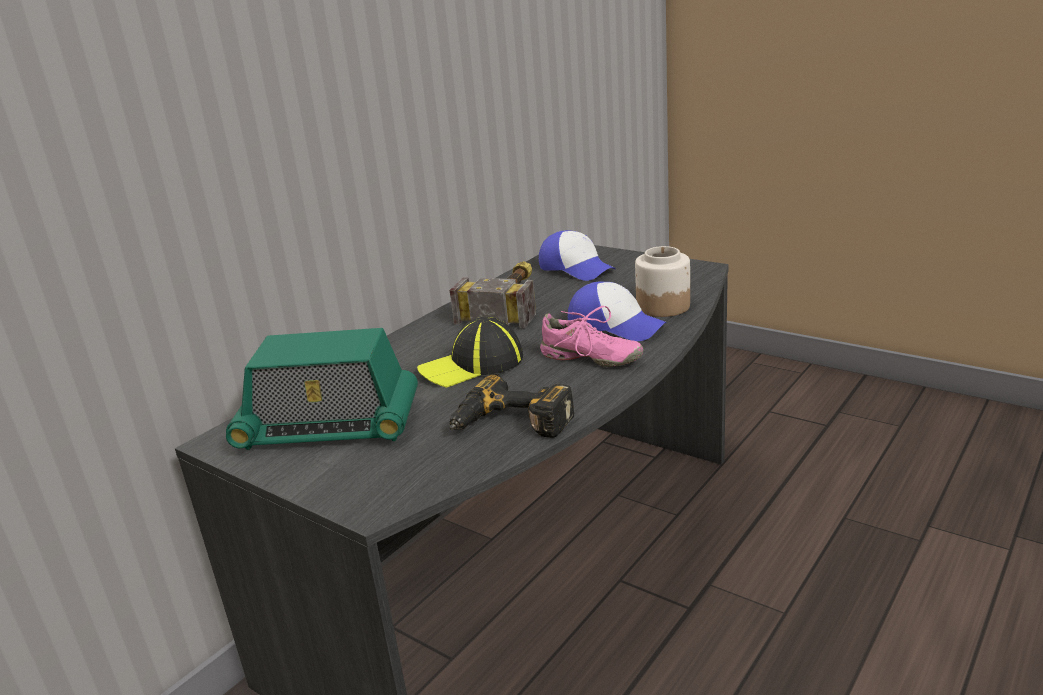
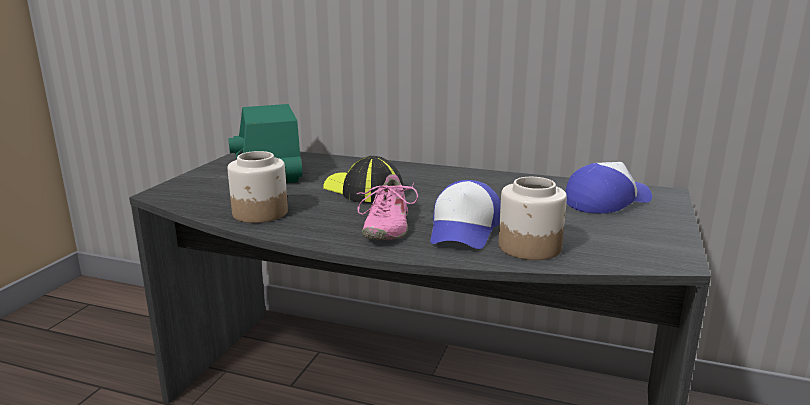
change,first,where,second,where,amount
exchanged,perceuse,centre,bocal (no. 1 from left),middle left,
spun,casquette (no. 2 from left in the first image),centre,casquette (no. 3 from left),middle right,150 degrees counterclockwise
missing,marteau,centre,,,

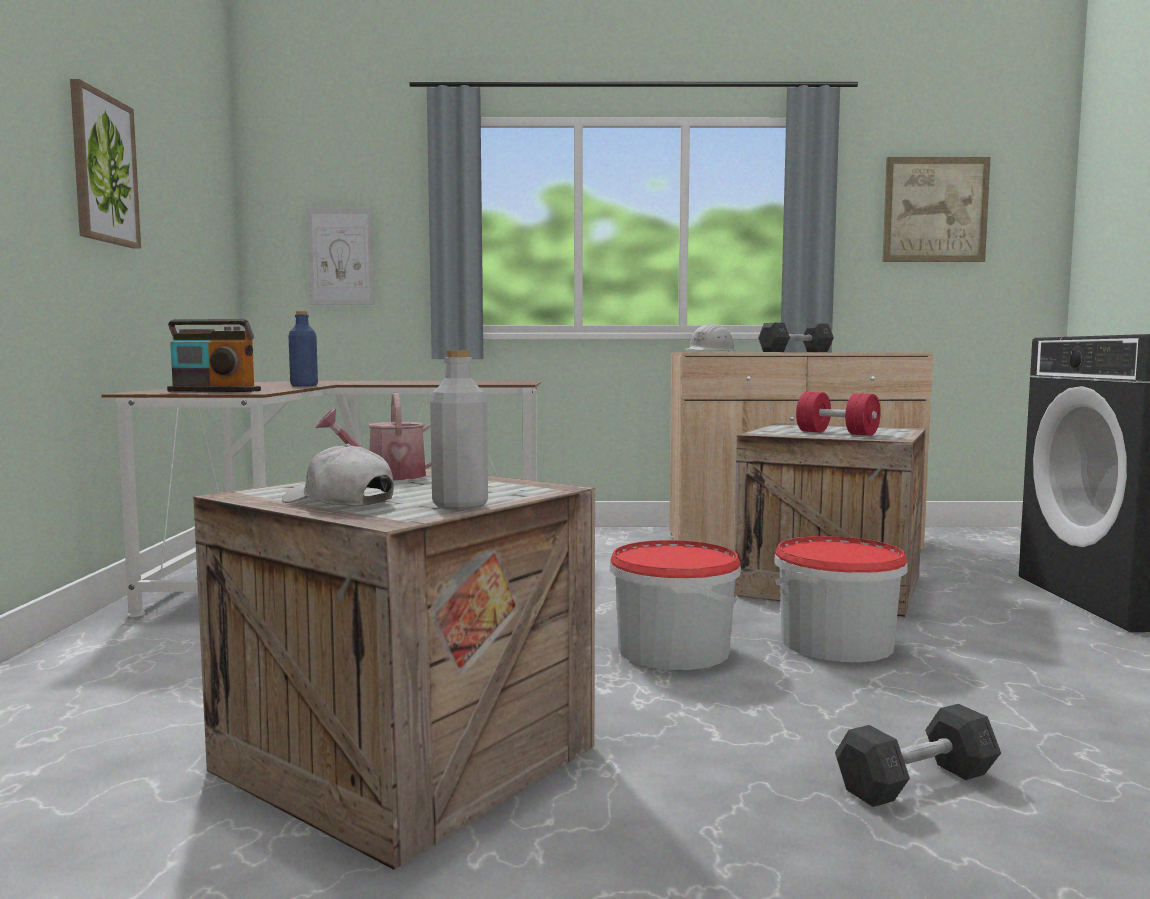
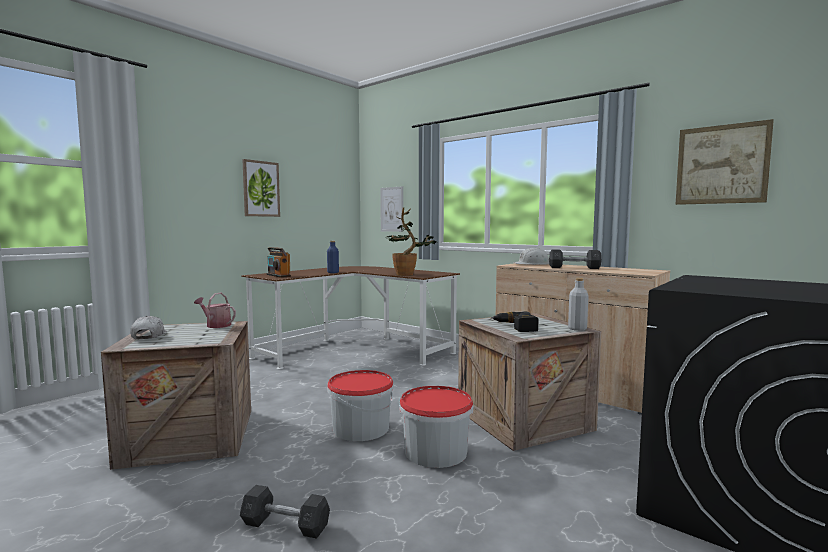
change,first,where,second,where,amount
appeared,,,plante en pot,centre,
exchanged,haltère (rouge),middle right,perceuse,centre,
relocated,bouteille (gris),centre,,middle right,

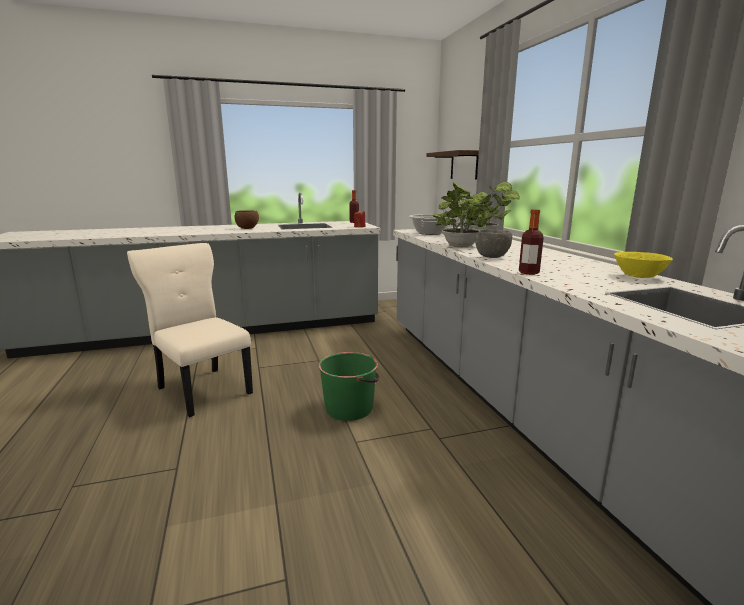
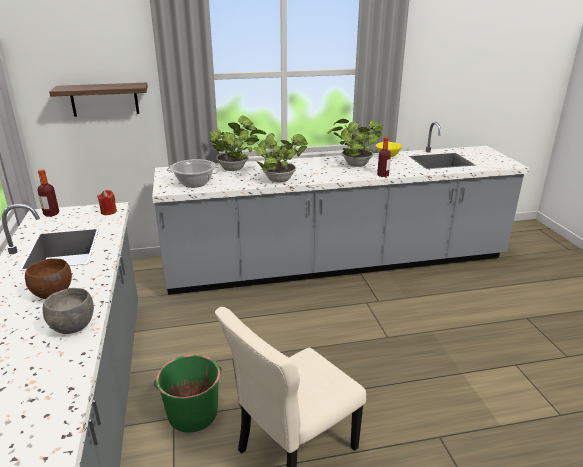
change,first,where,second,where,amount
relocated,bol (gris),centre,,middle left,
relocated,seau (vert),centre,,bottom left,
appeared,,,plante en pot (no. 3 from left),top centre,

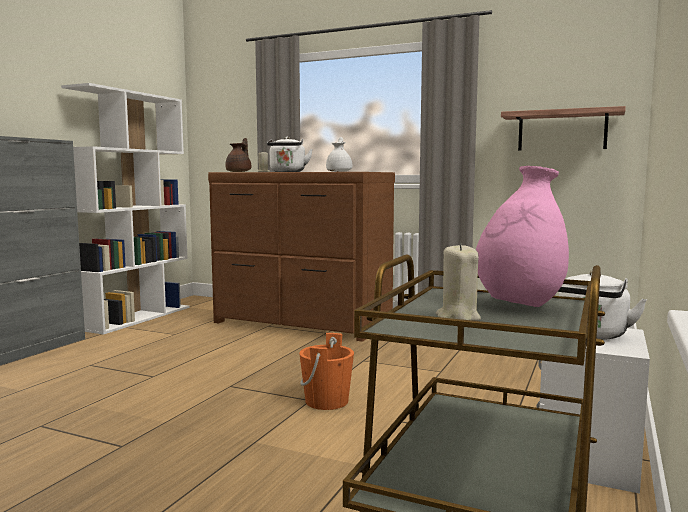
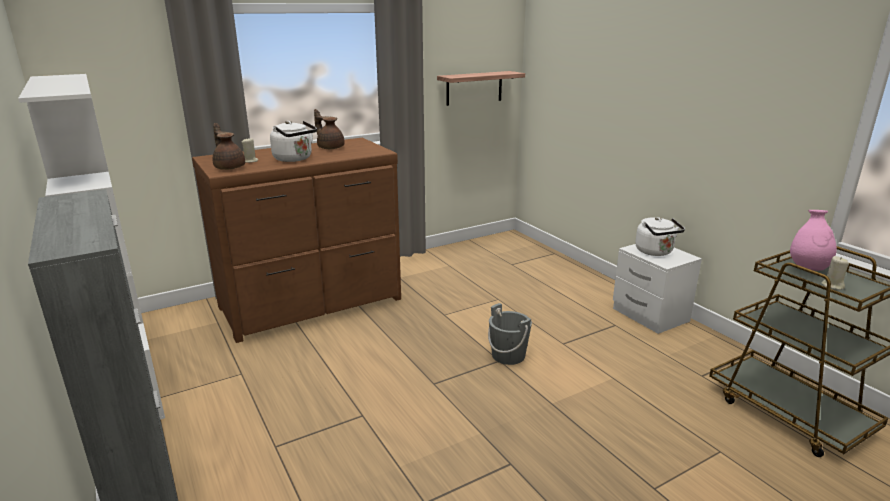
change,first,where,second,where,amount
colour,théière (blanc),top centre,théière (marron) (no. 2 from left),top centre,
colour,seau (orange),bottom centre,seau (gris),bottom centre,

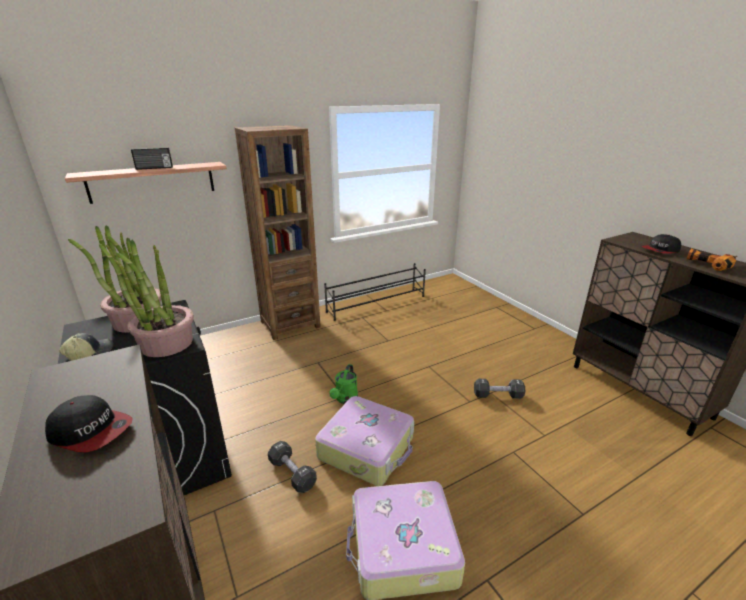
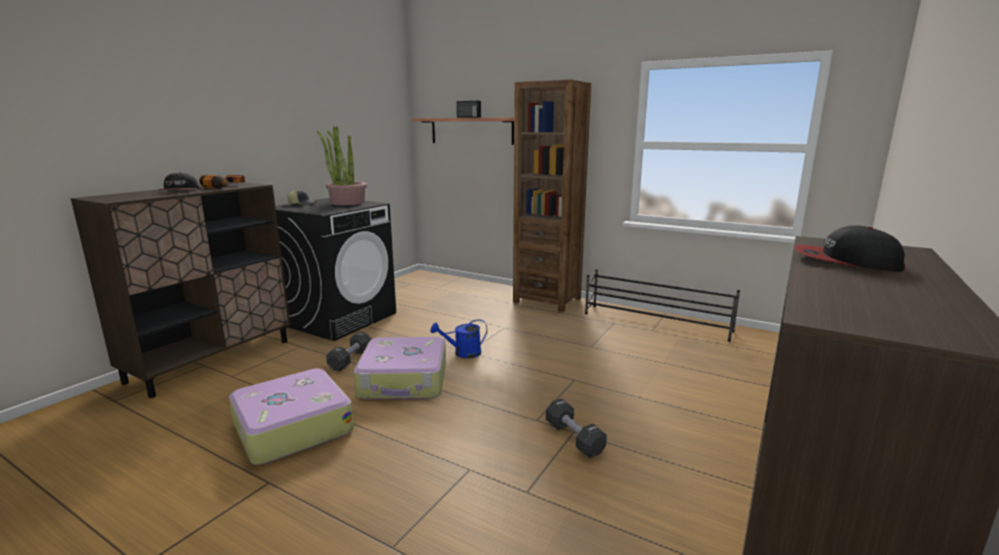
change,first,where,second,where,amount
relocated,perceuse,middle right,,top left,
colour,arrosoir (vert),centre,arrosoir (bleu),centre,
missing,plante en pot (no. 2 from left),middle left,,,

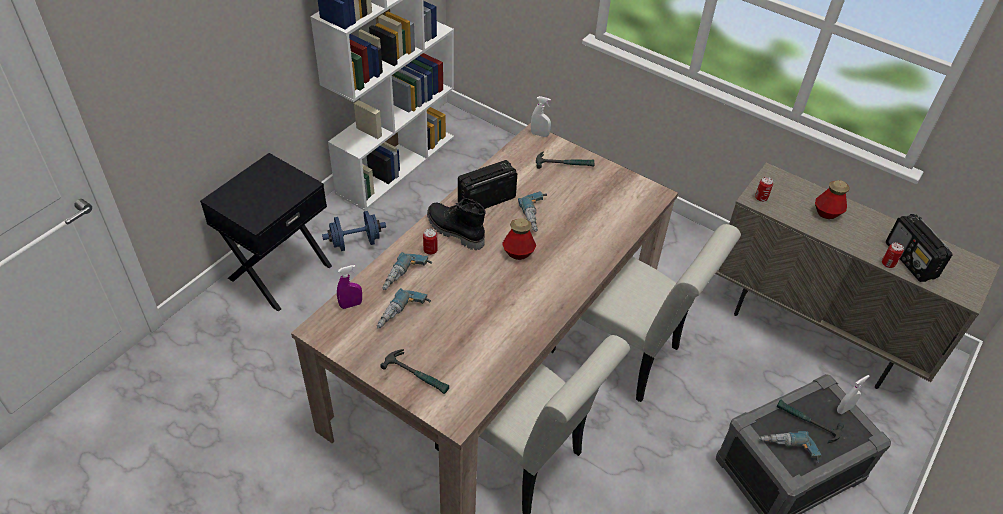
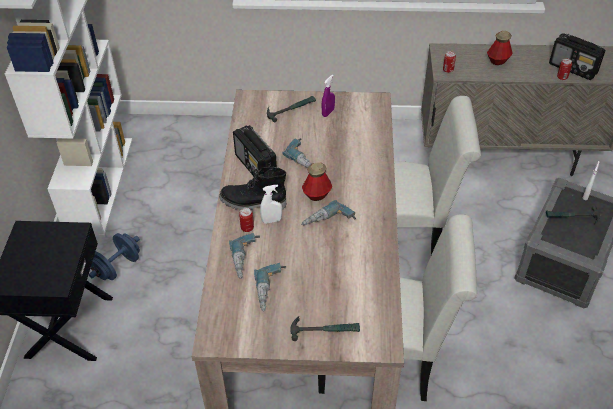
change,first,where,second,where,amount
spun,radio (no. 1 from left),centre,,centre,60 degrees counterclockwise
relocated,vaporisateur (blanc) (no. 1 from left),top centre,,centre,
relocated,perceuse (no. 4 from left),bottom right,,centre,
relocated,vaporisateur (violet),centre,,top centre,

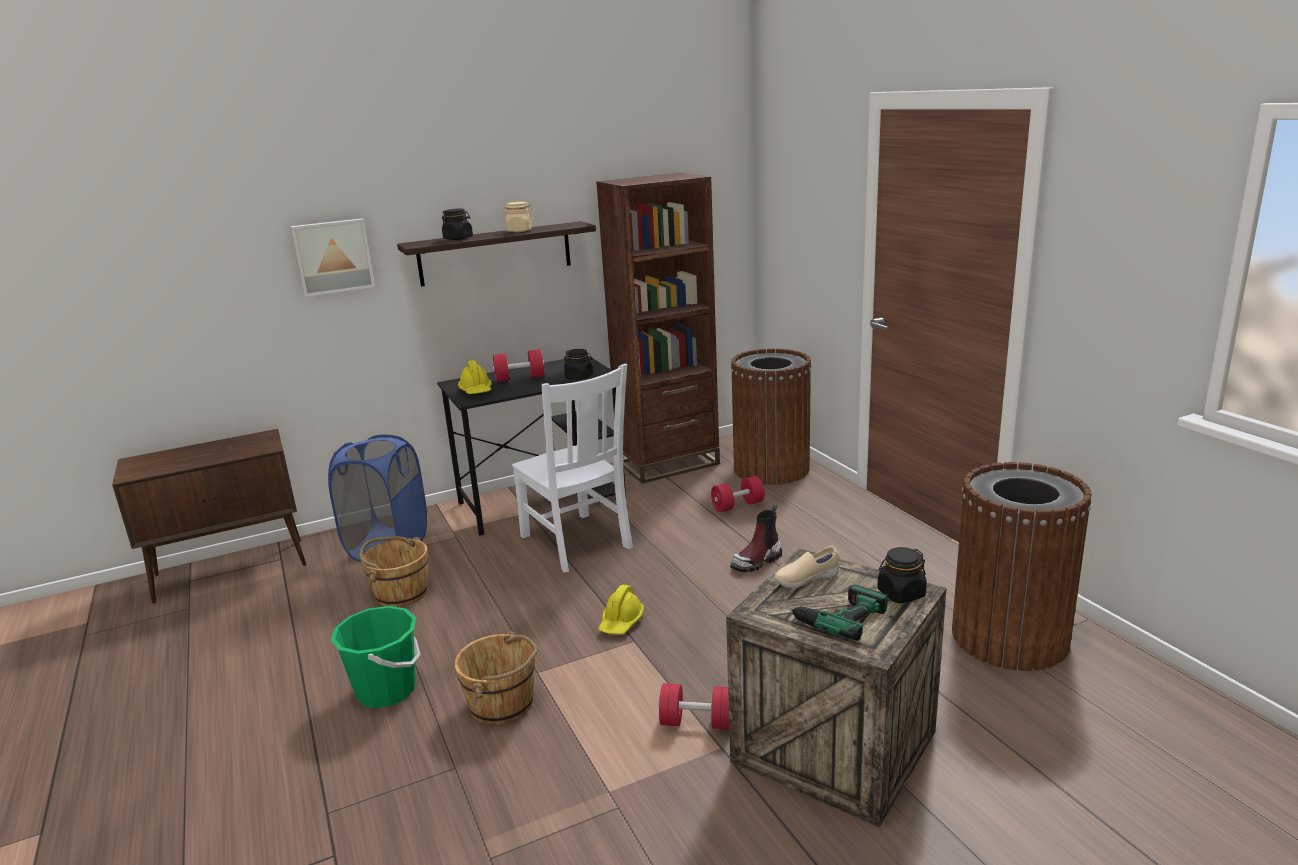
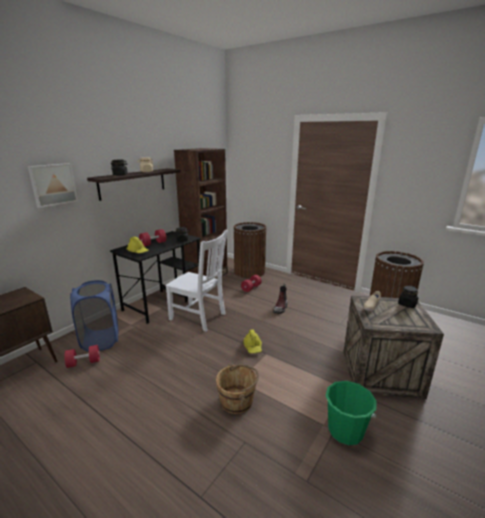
change,first,where,second,where,amount
relocated,haltère (rouge) (no. 2 from left in the first image),bottom centre,haltère (rouge) (no. 1 from left),bottom left,
relocated,seau (vert),bottom left,,bottom right,
missing,seau (marron) (no. 1 from left),middle left,,,
missing,perceuse,bottom centre,,,

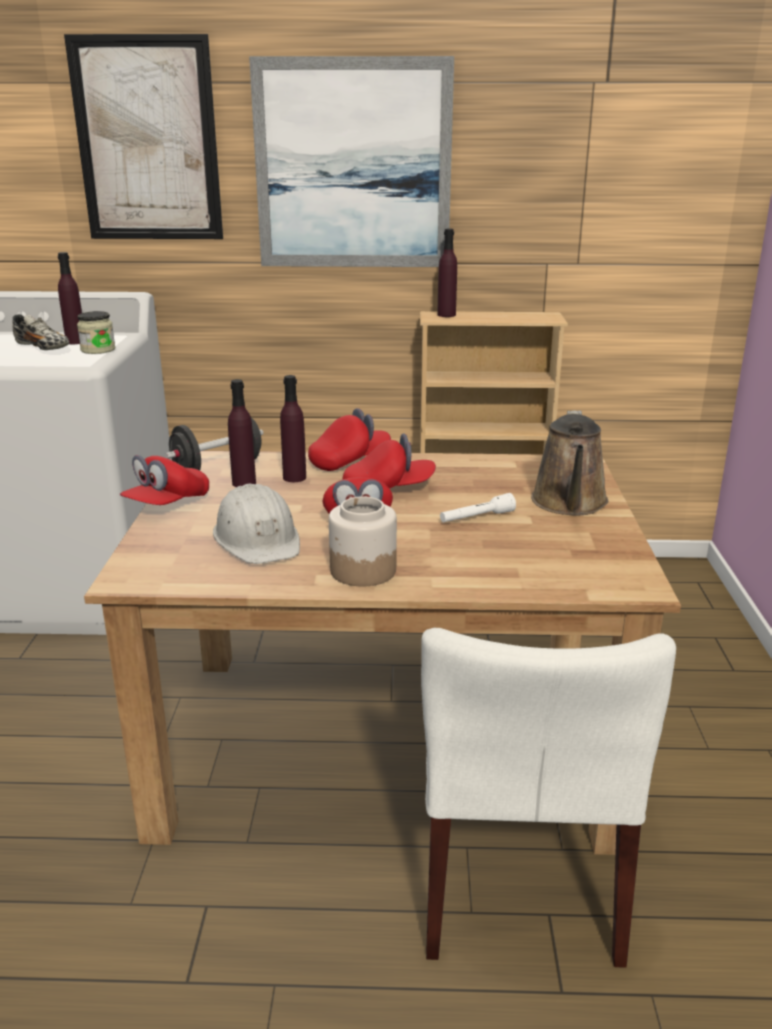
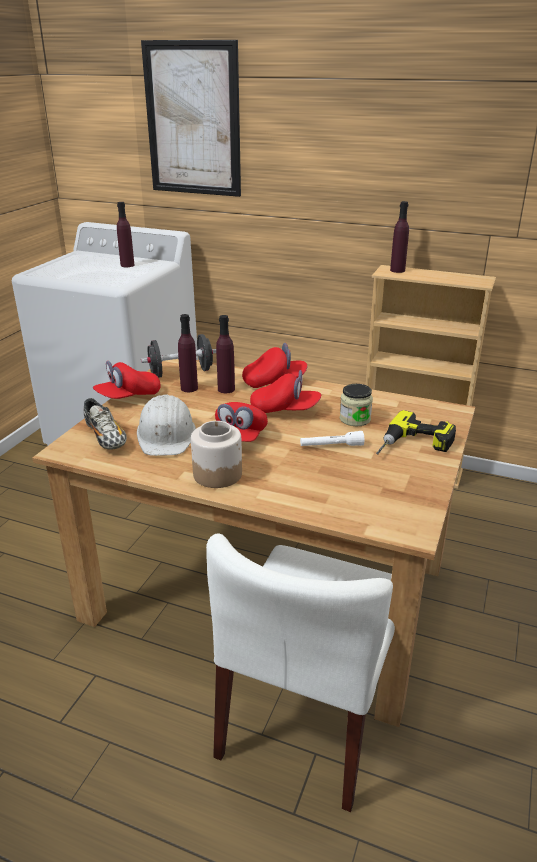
change,first,where,second,where,amount
relocated,chaussure,top left,,middle left,
relocated,bocal (no. 1 from left in the first image),top left,bocal (no. 2 from left),centre,
exchanged,arrosoir (marron),middle right,perceuse,middle right,
missing,tableau (no. 2 from left),top centre,,,

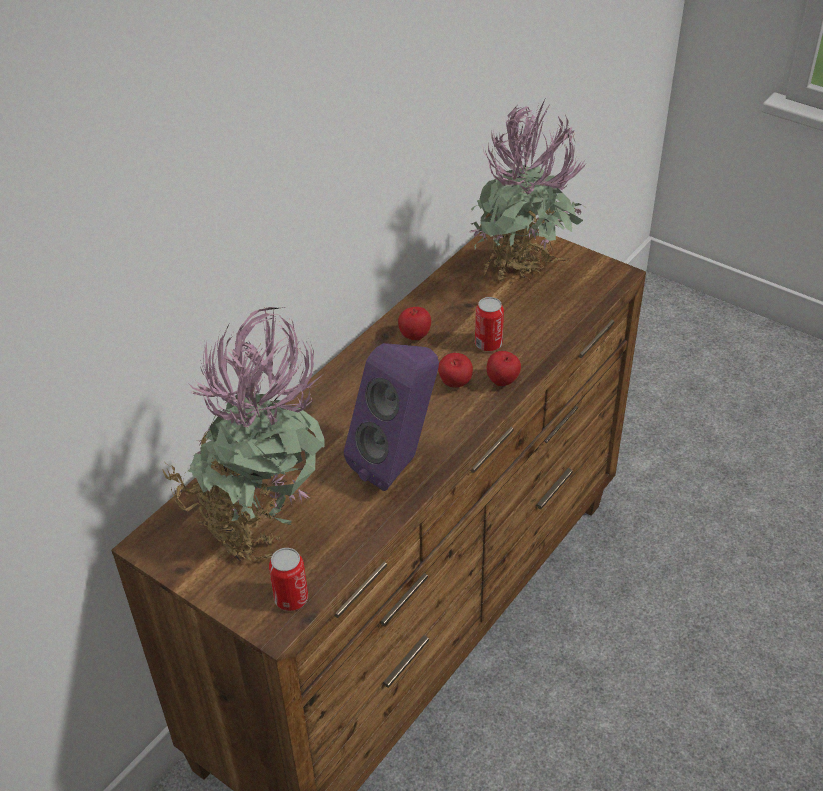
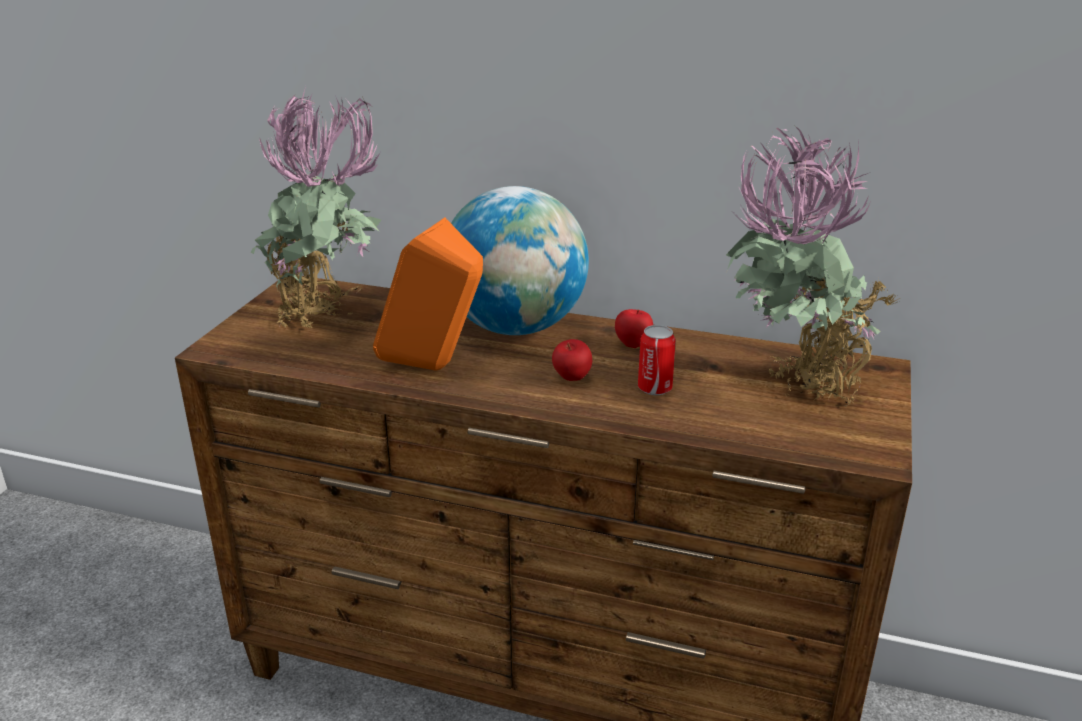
change,first,where,second,where,amount
colour,enceinte (violet),centre,enceinte (orange),centre,
appeared,,,globe,centre,
missing,boîte métallique (no. 1 from left),bottom centre,,,
missing,pomme (no. 3 from left),centre,,,

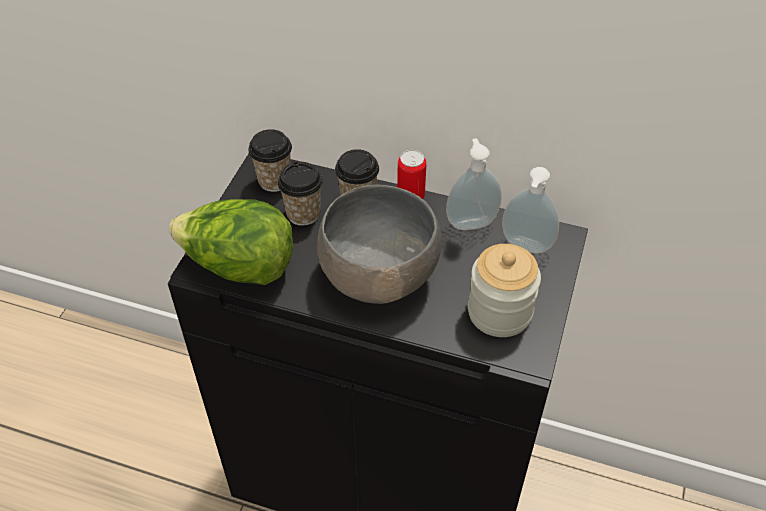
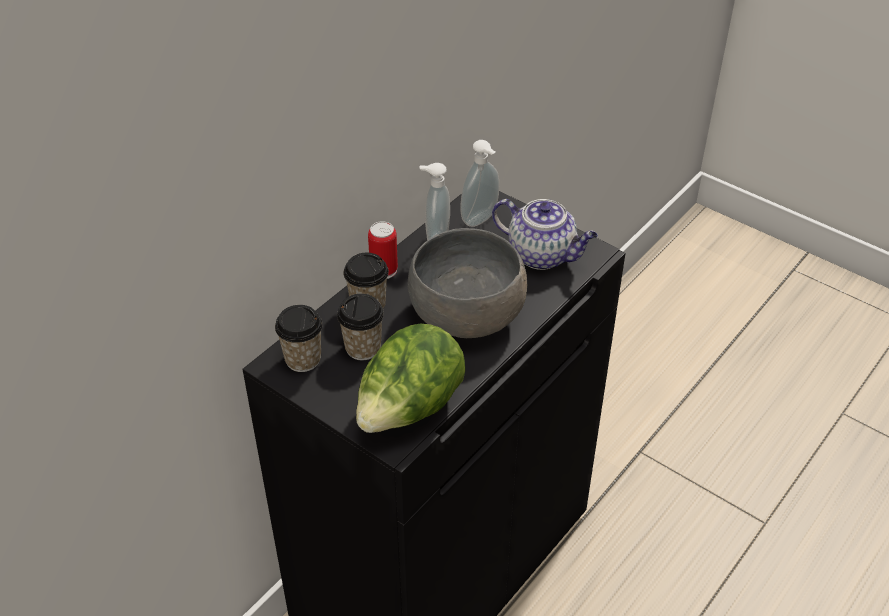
change,first,where,second,where,amount
exchanged,bocal,centre,théière,centre,

